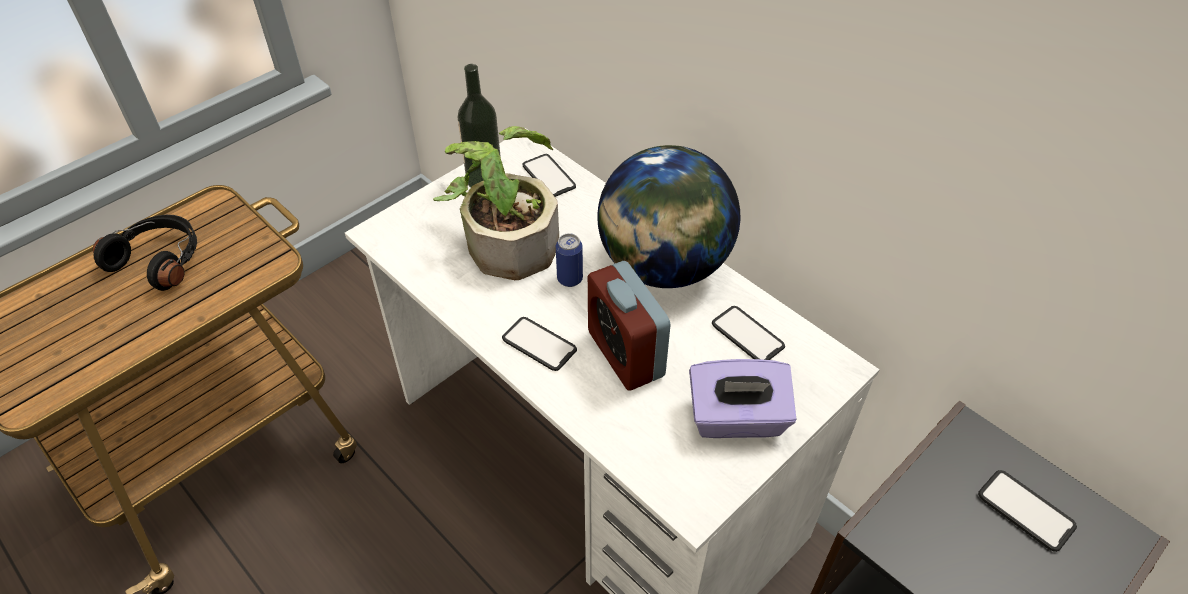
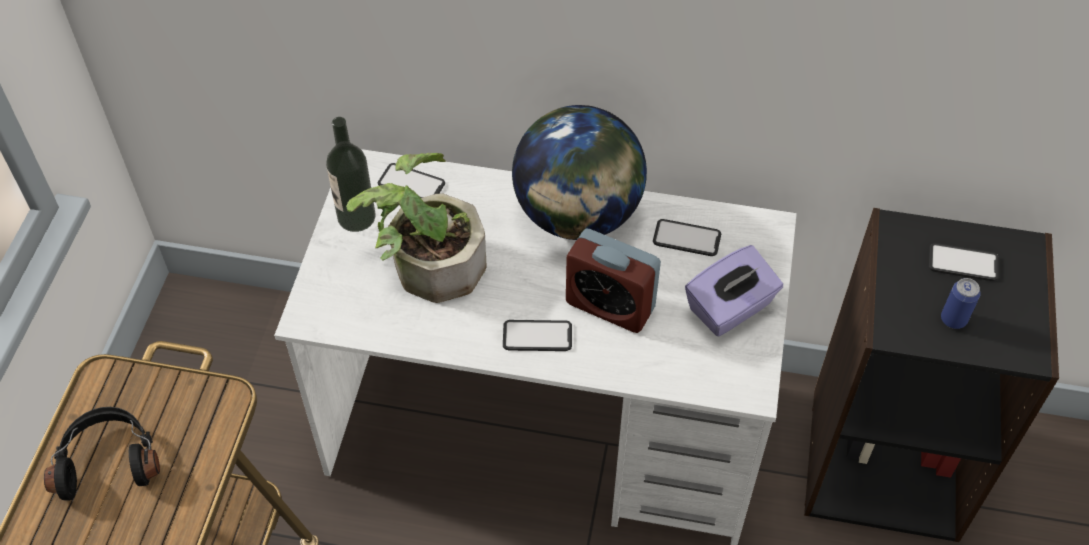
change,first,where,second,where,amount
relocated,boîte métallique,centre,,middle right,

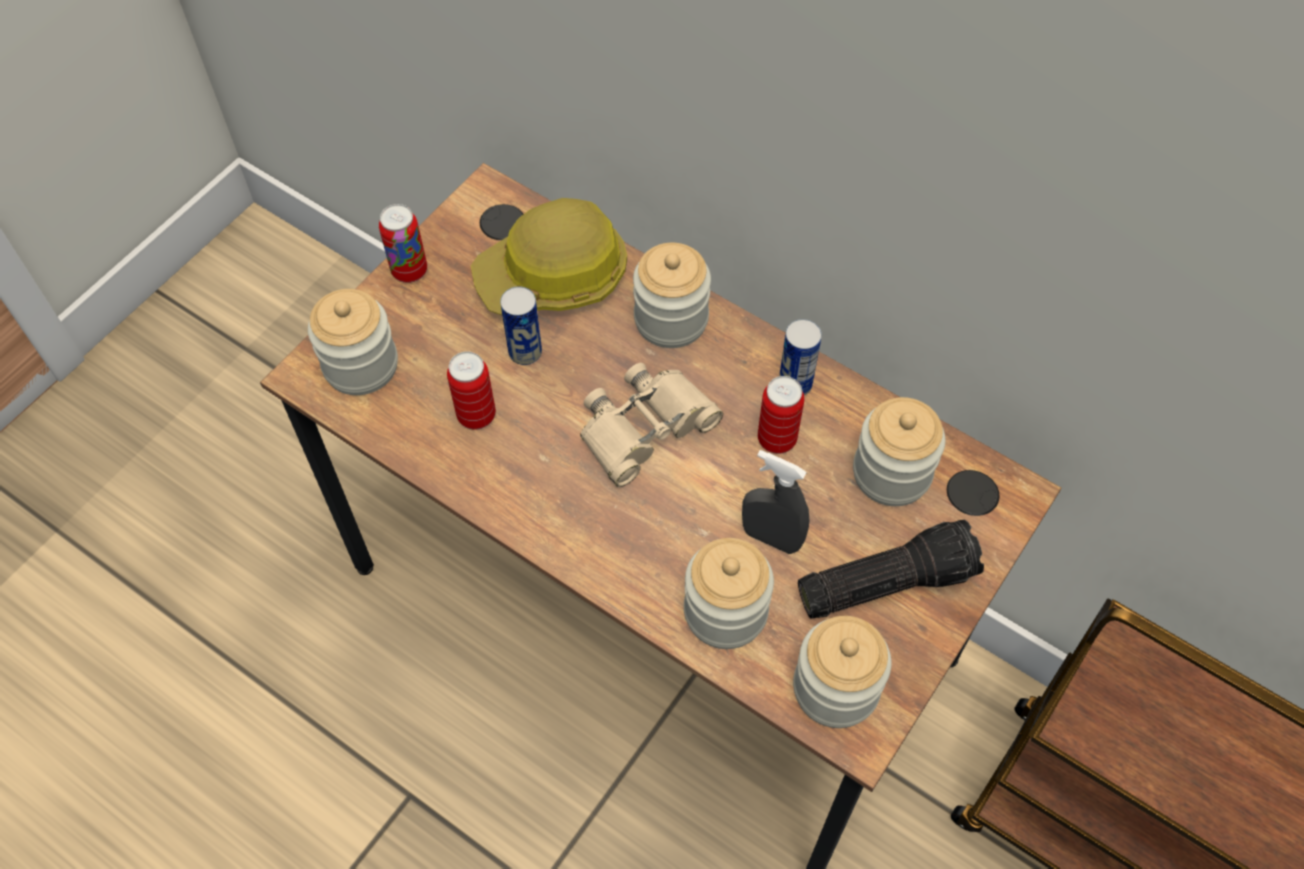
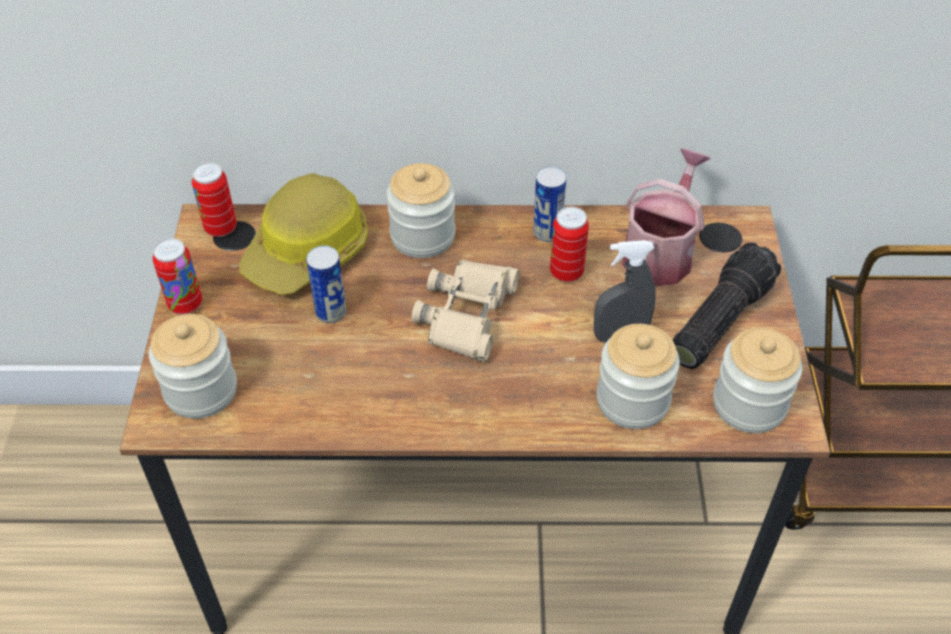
change,first,where,second,where,amount
relocated,boîte métallique (no. 2 from left),centre,,top left,
exchanged,bocal (no. 5 from left),middle right,arrosoir,middle right,

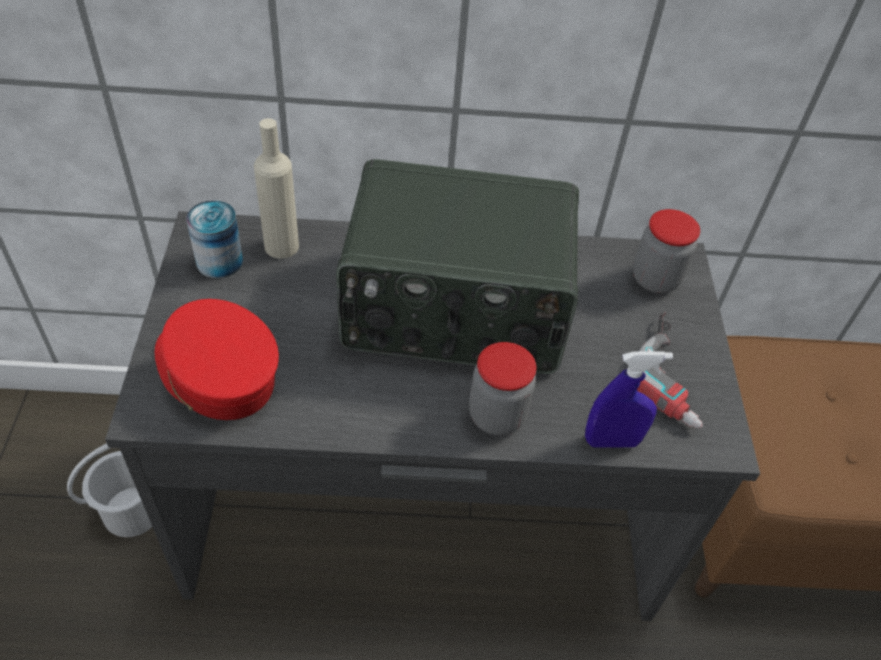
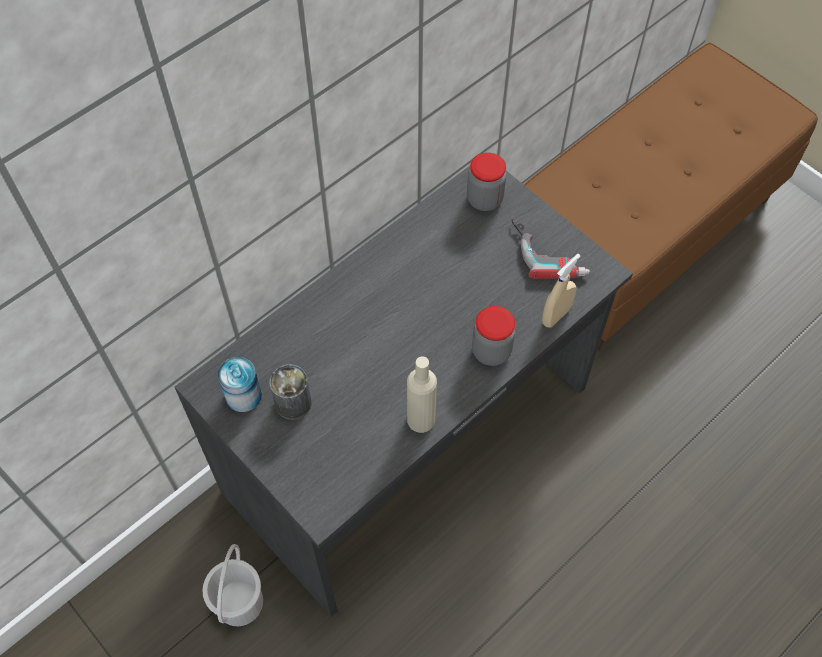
change,first,where,second,where,amount
appeared,,,boîte métallique (no. 2 from left),centre,
relocated,bouteille (beige),top left,,centre,
colour,vaporisateur (bleu),middle right,vaporisateur (beige),middle right,
missing,casquette (rouge),middle left,,,
missing,radio,centre,,,

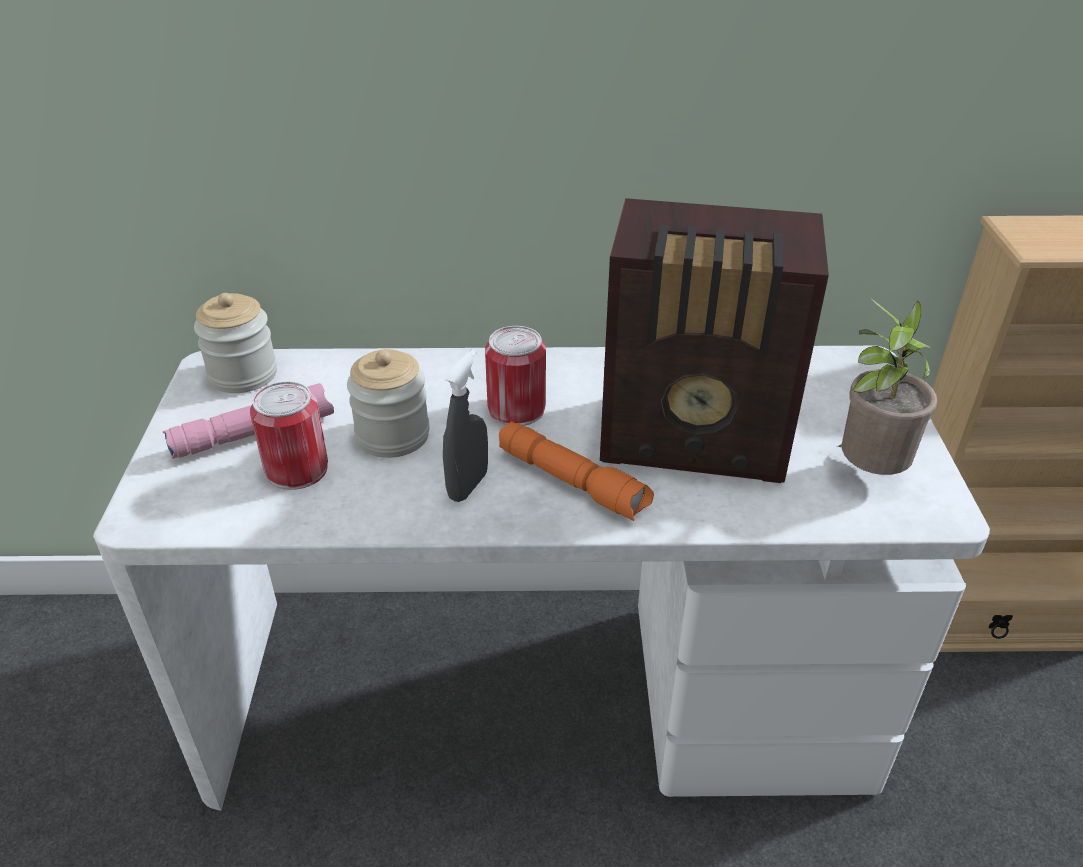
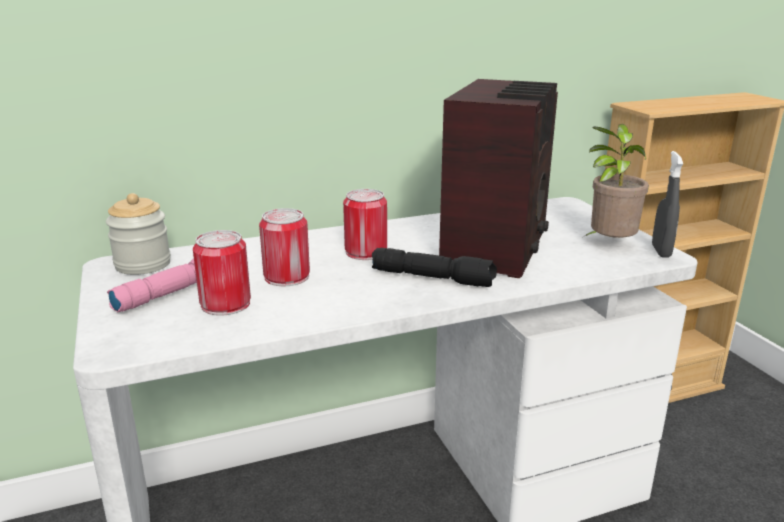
change,first,where,second,where,amount
exchanged,bocal (no. 2 from left),centre,boîte métallique (no. 2 from left),centre,
colour,lampe de poche (orange),centre,lampe de poche (noir),centre,
spun,radio,centre,,centre,60 degrees counterclockwise
relocated,vaporisateur (gris),centre,,middle right,

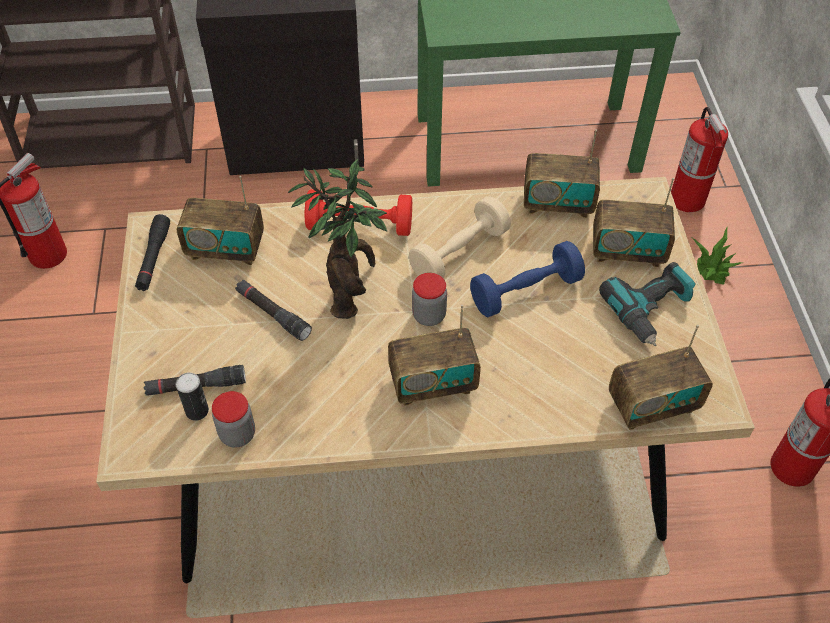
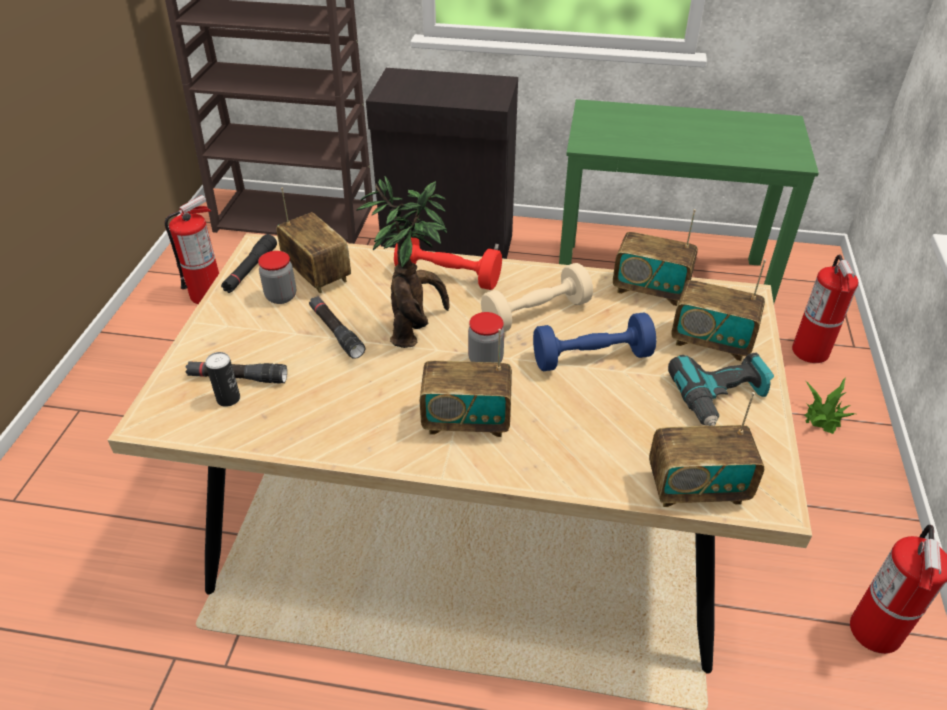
change,first,where,second,where,amount
relocated,bocal (no. 1 from left),bottom left,,middle left,
spun,radio (no. 1 from left),middle left,,middle left,150 degrees counterclockwise

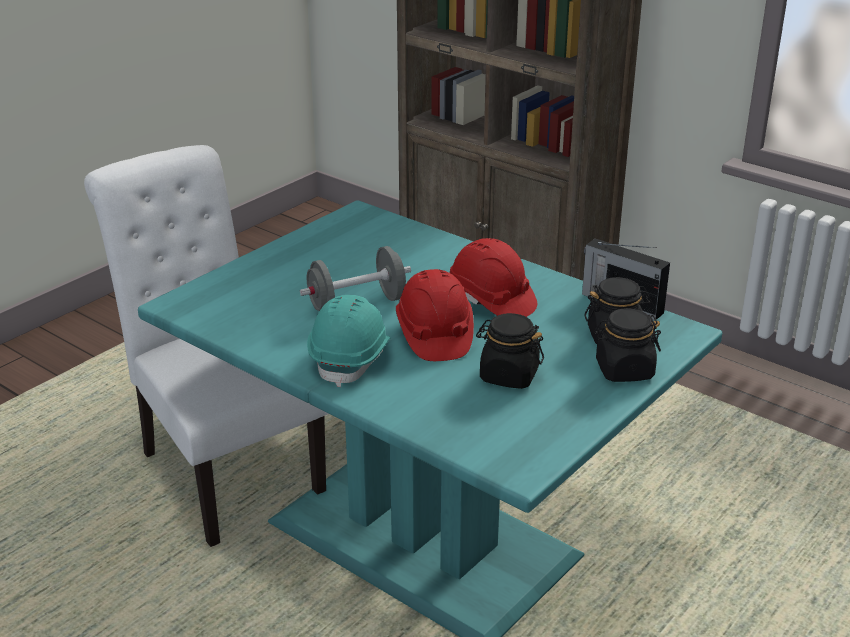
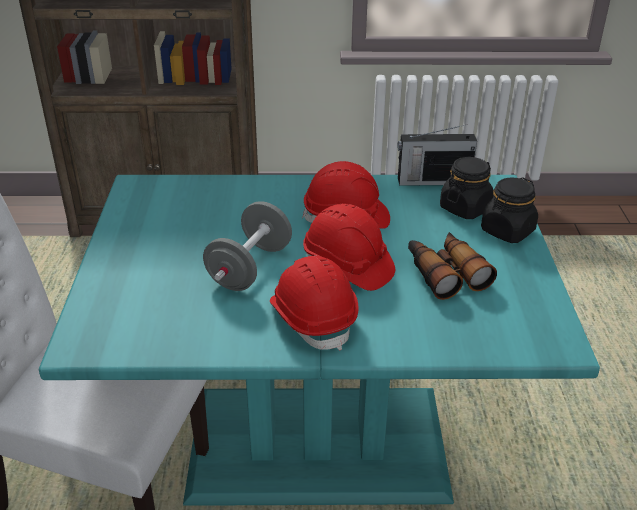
change,first,where,second,where,amount
colour,casque de chantier (turquoise),centre,casque de chantier (rouge) (no. 1 from left),centre,
exchanged,bocal (noir) (no. 1 from left),centre,jumelles,middle right,

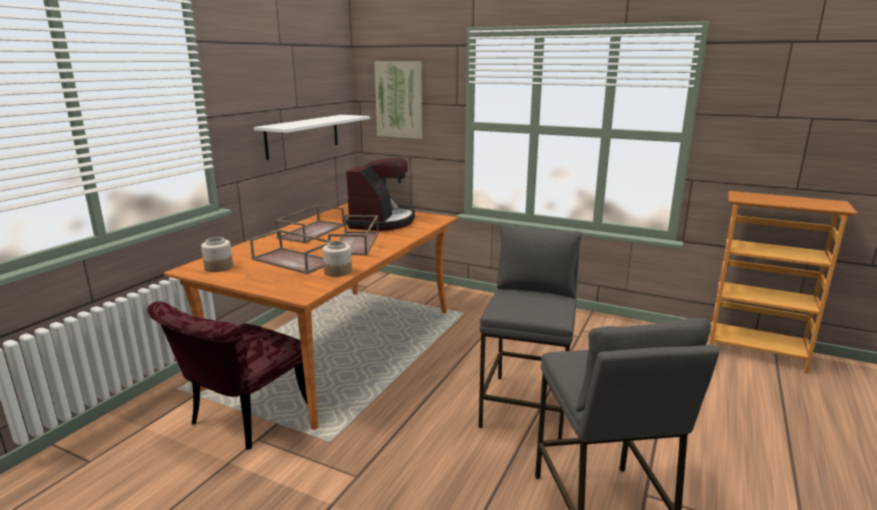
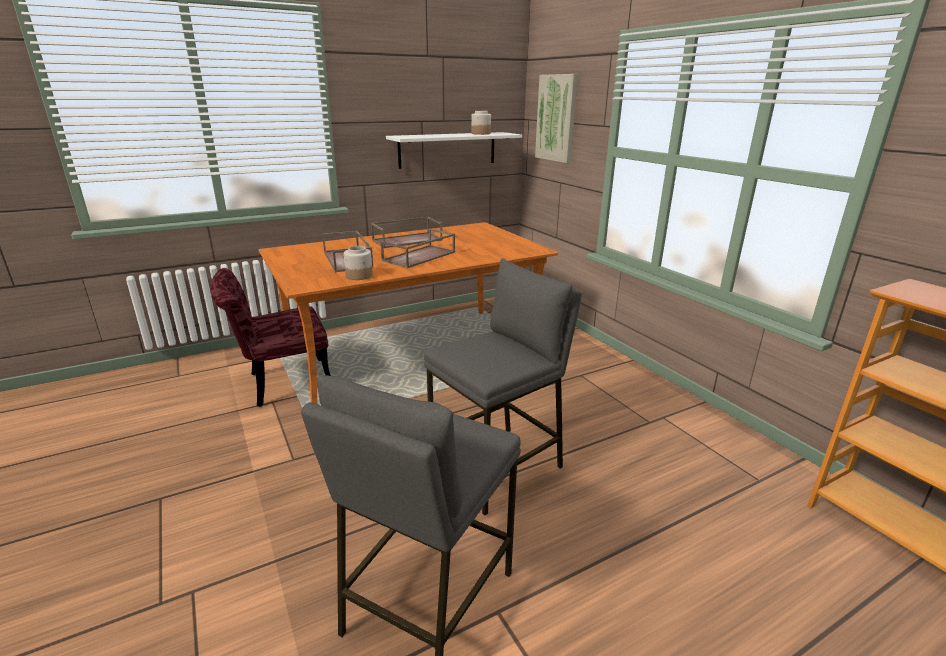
change,first,where,second,where,amount
relocated,bocal (no. 1 from left in the first image),middle left,bocal (no. 2 from left),top centre,
missing,machine à café,centre,,,

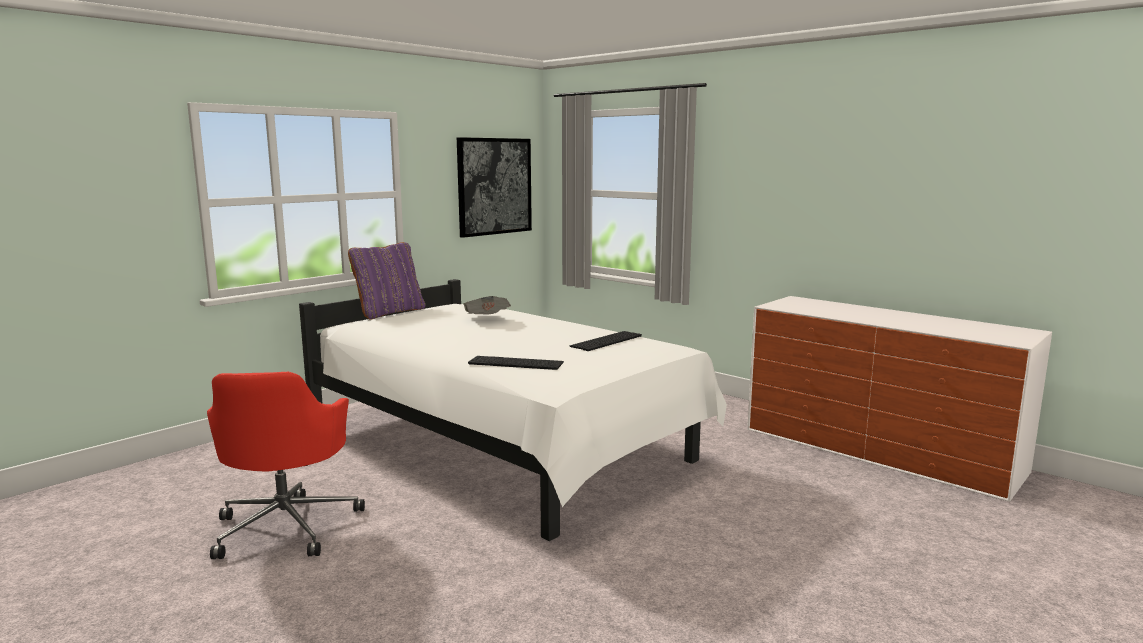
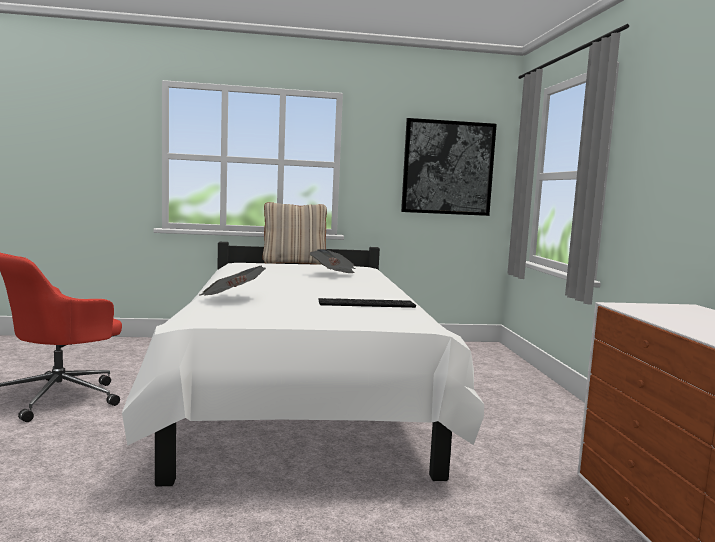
change,first,where,second,where,amount
exchanged,clavier (no. 1 from left),centre,journal (no. 1 from left),middle left,
colour,coussin (violet),centre,coussin (beige),centre,

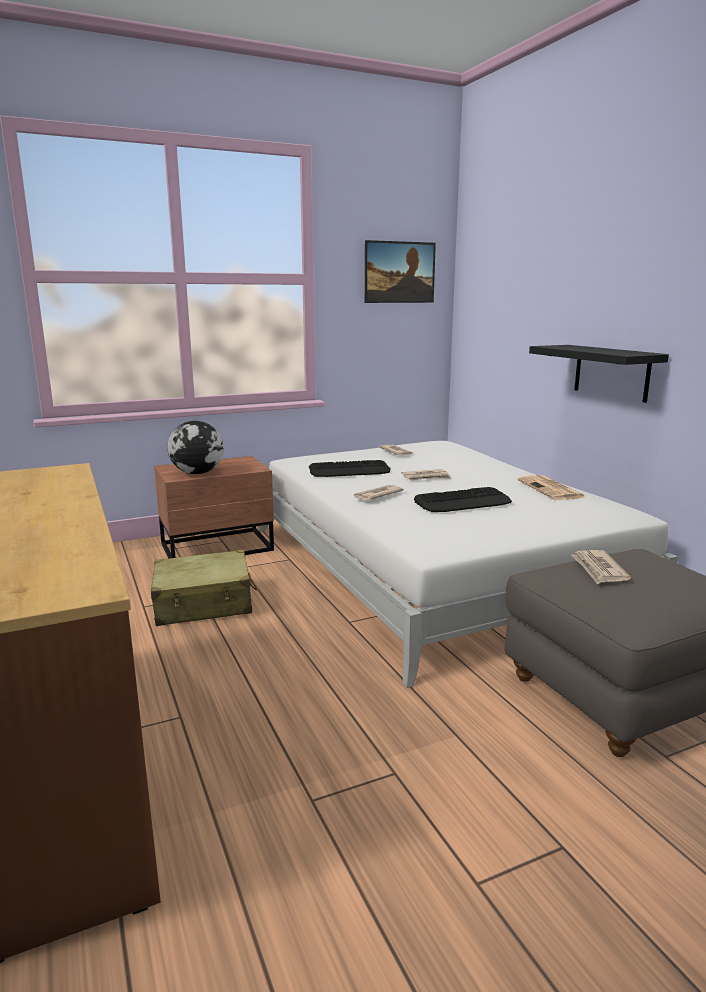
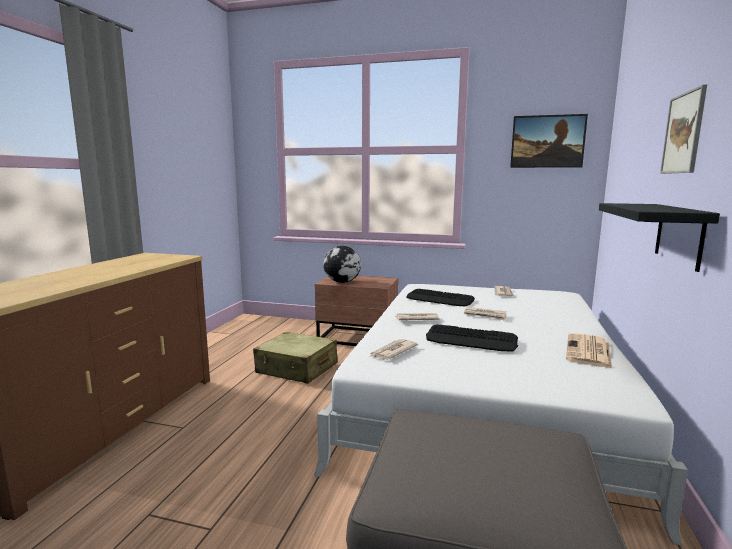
change,first,where,second,where,amount
relocated,journal (no. 5 from left in the first image),middle right,journal (no. 1 from left),centre,
appeared,,,tableau (no. 2 from left),top right,

